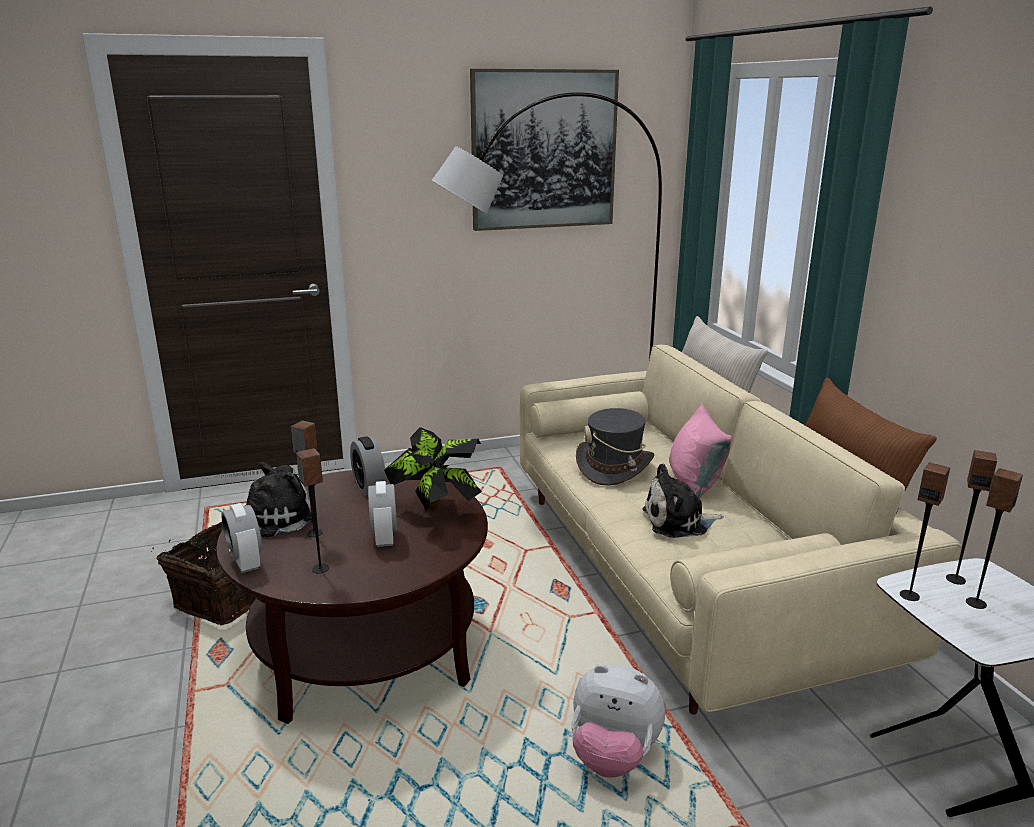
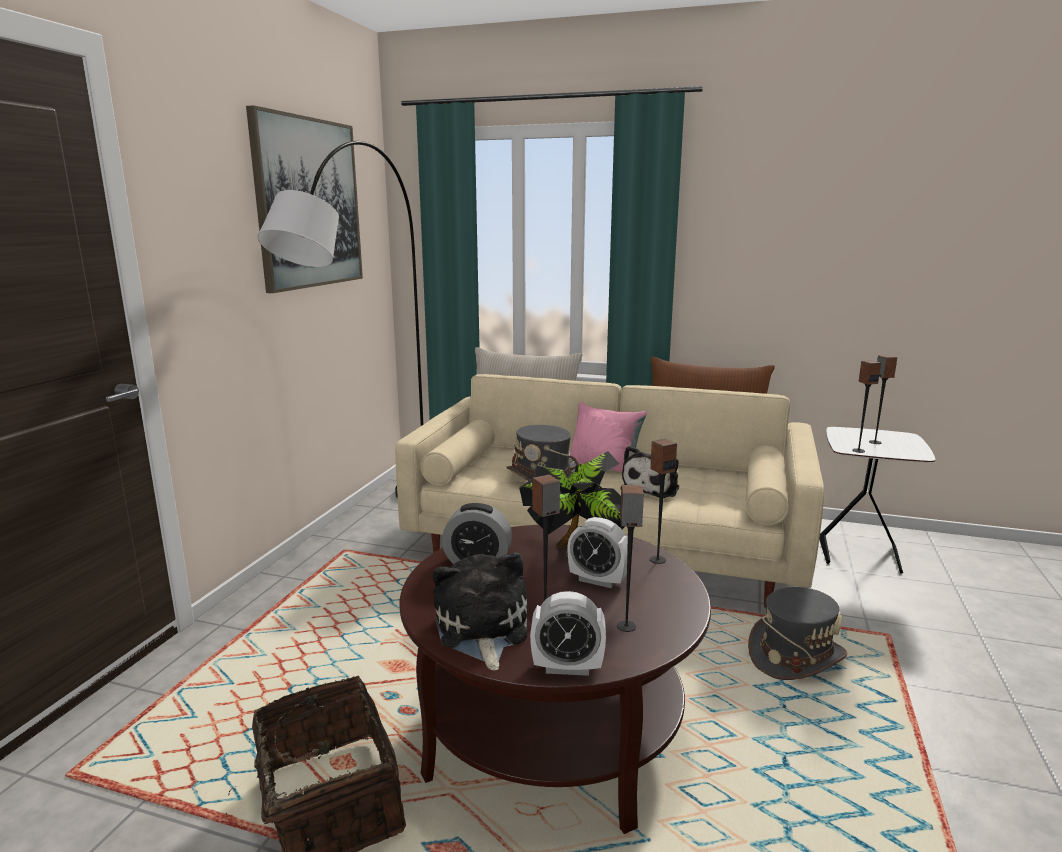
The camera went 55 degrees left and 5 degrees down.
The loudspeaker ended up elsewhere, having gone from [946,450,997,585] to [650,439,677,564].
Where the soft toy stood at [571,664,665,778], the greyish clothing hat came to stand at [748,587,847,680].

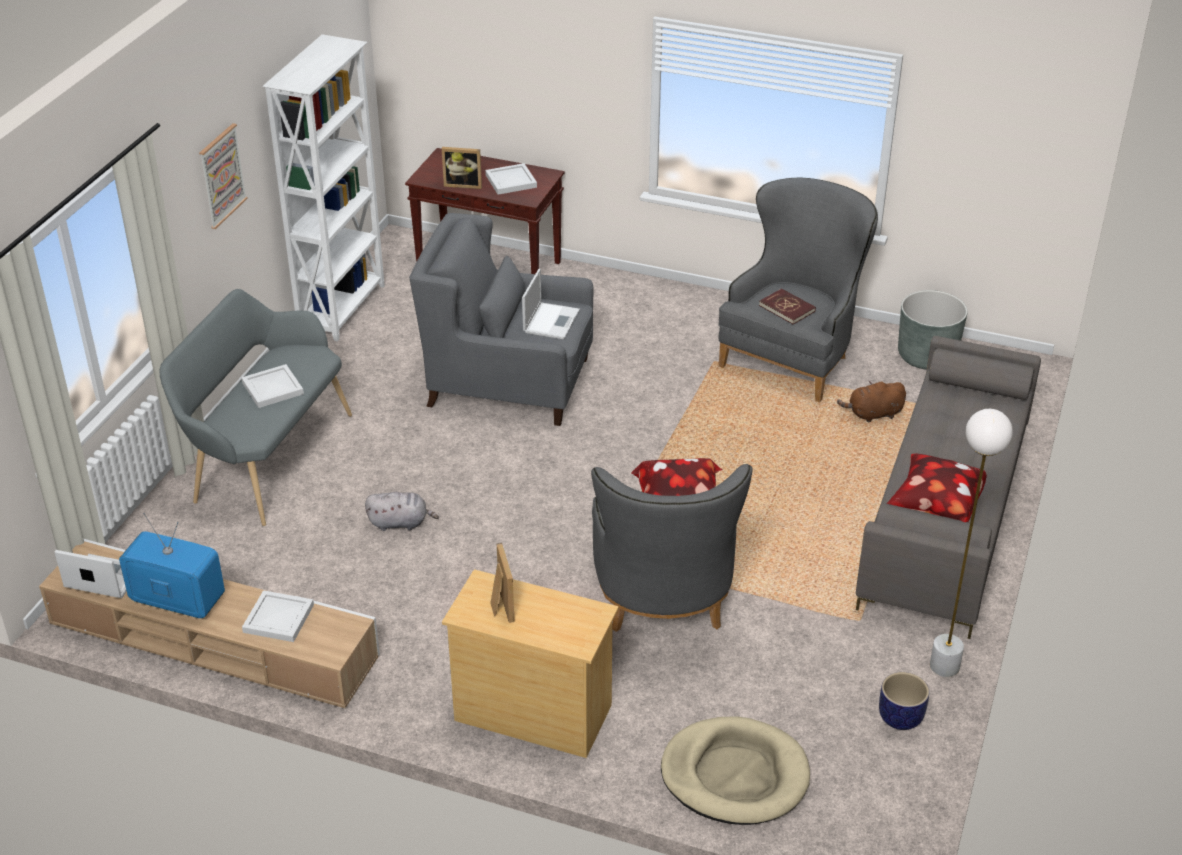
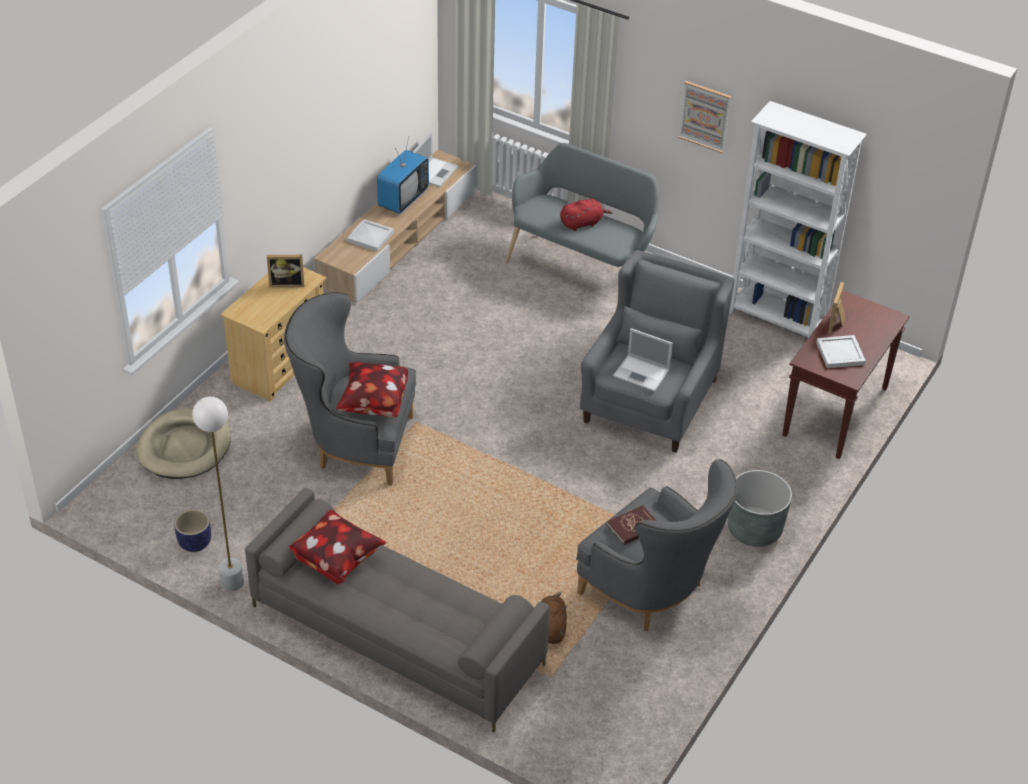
The camera went 100 degrees right and 5 degrees up.
The greyish plant pot ended up elsewhere, having gone from [898,290,967,370] to [728,470,792,547].
Where the whitish tray stood at [241,364,304,408], the red-coloured soft toy came to stand at [560,199,613,231].
The second view lost the greyish soft toy at [365,492,439,531].

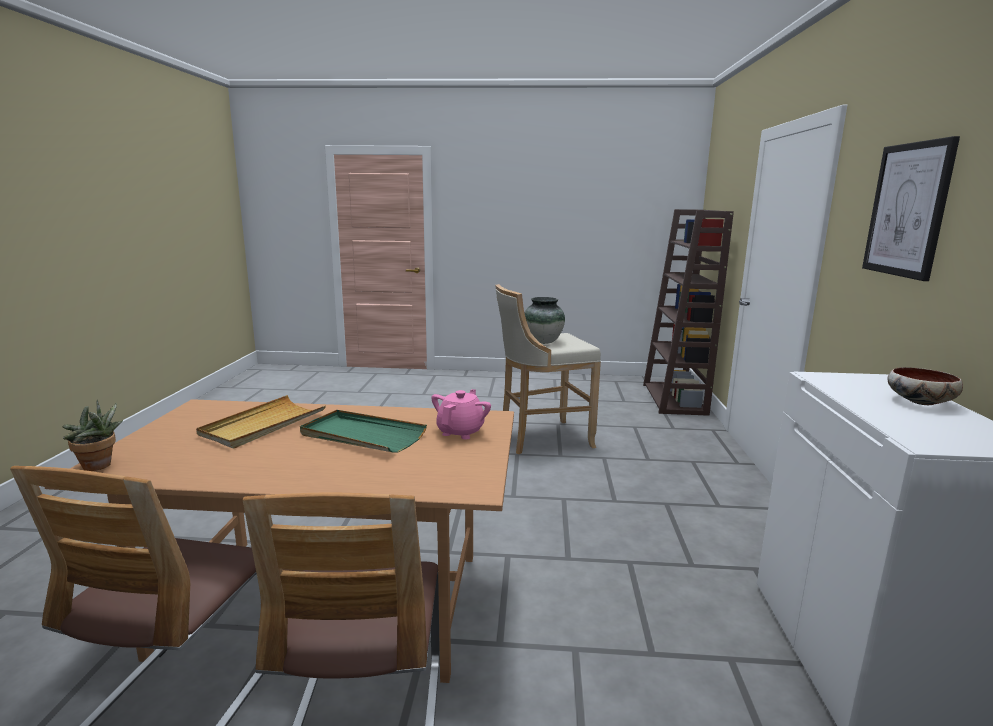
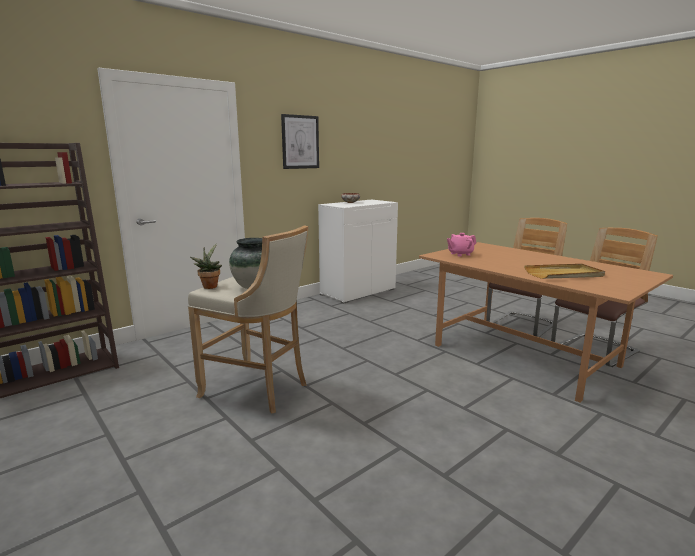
The camera went 135 degrees left and 0 degrees up.
The plant in a pot ended up elsewhere, having gone from [62,400,123,471] to [190,244,222,289].
The second view lost the green-coloured tray at [300,410,427,452].

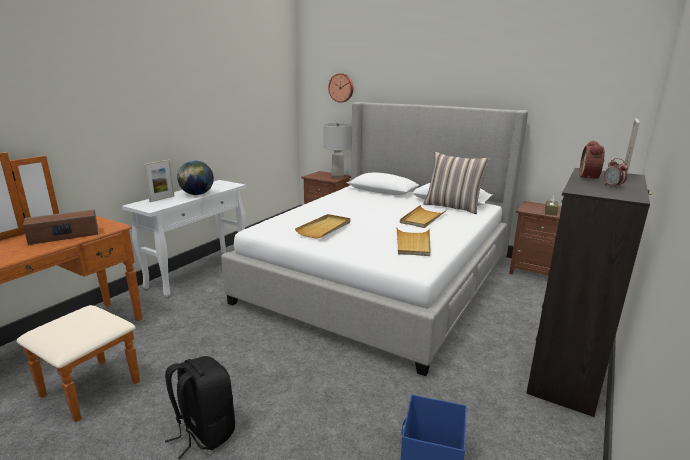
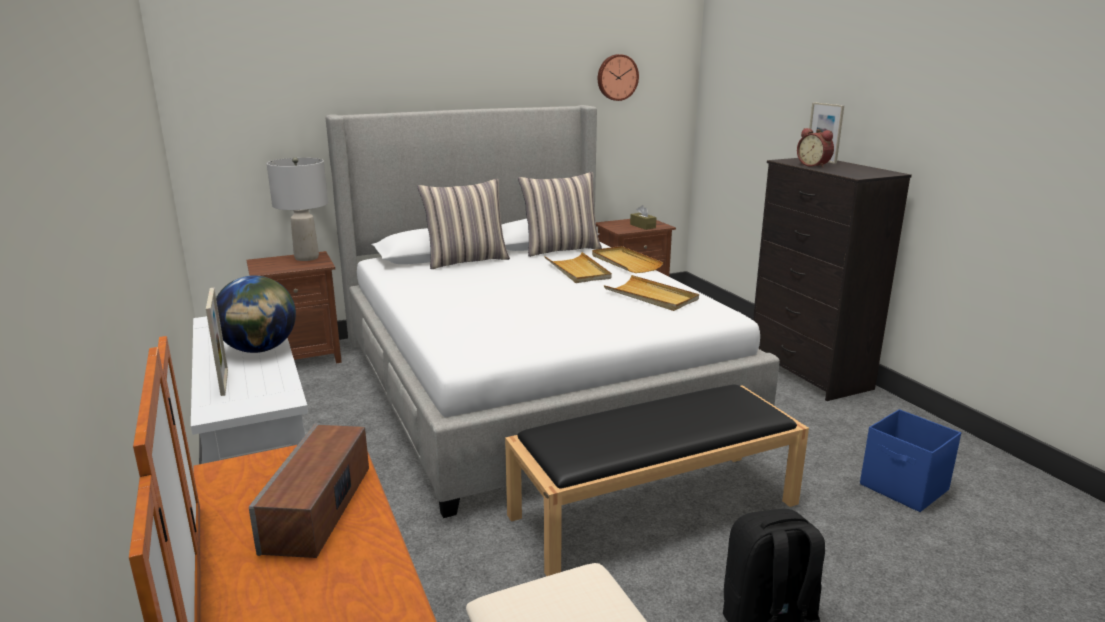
The camera went 55 degrees left and 0 degrees up.
The hanging clock ended up elsewhere, having gone from [328,73,353,103] to [598,54,639,101].
The second view lost the bedside clock at [604,158,628,188].
The beige tray ended up elsewhere, having gone from [295,214,350,239] to [592,246,664,273].
The second view gained the throw pillow at [417,179,510,269].
The second view gained the black long seat at [505,384,809,576].

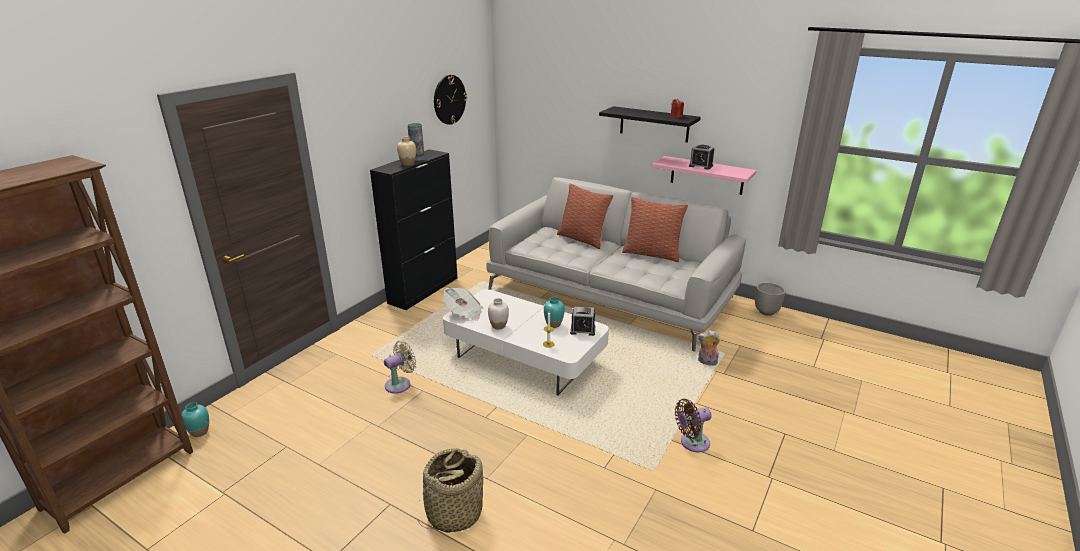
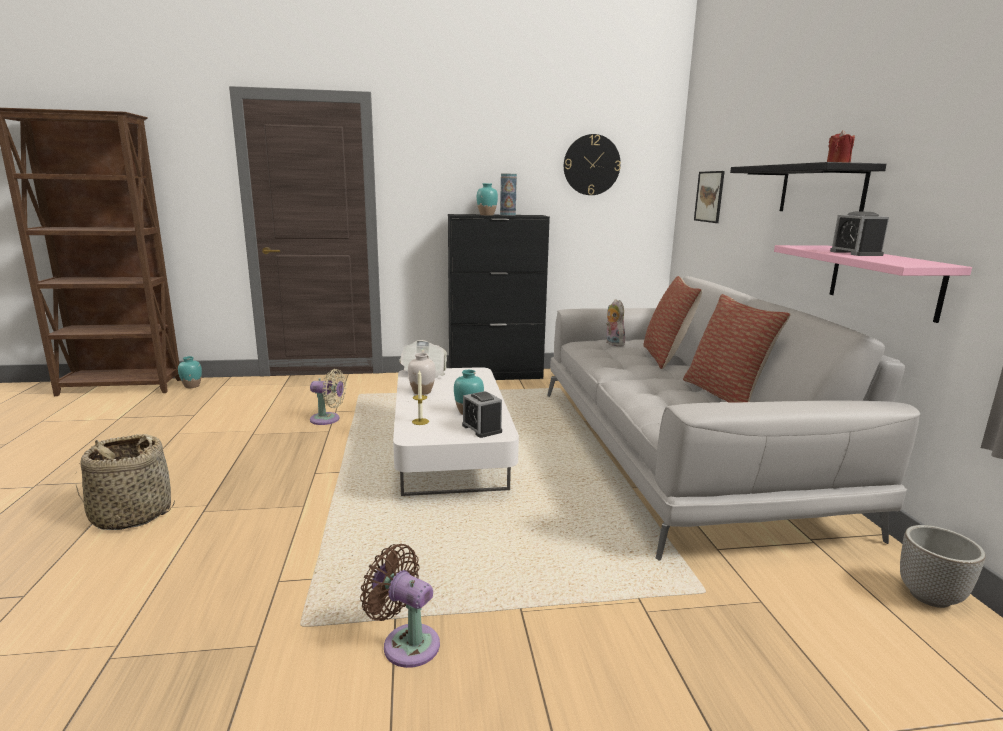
The camera went 50 degrees right and 10 degrees down.
What was the beige vase at [397,137,416,166] turned into the turquoise vase at [477,183,498,215].
The soft toy ended up elsewhere, having gone from [698,330,720,366] to [606,299,625,346].
The second view gained the wall picture at [694,171,725,223].

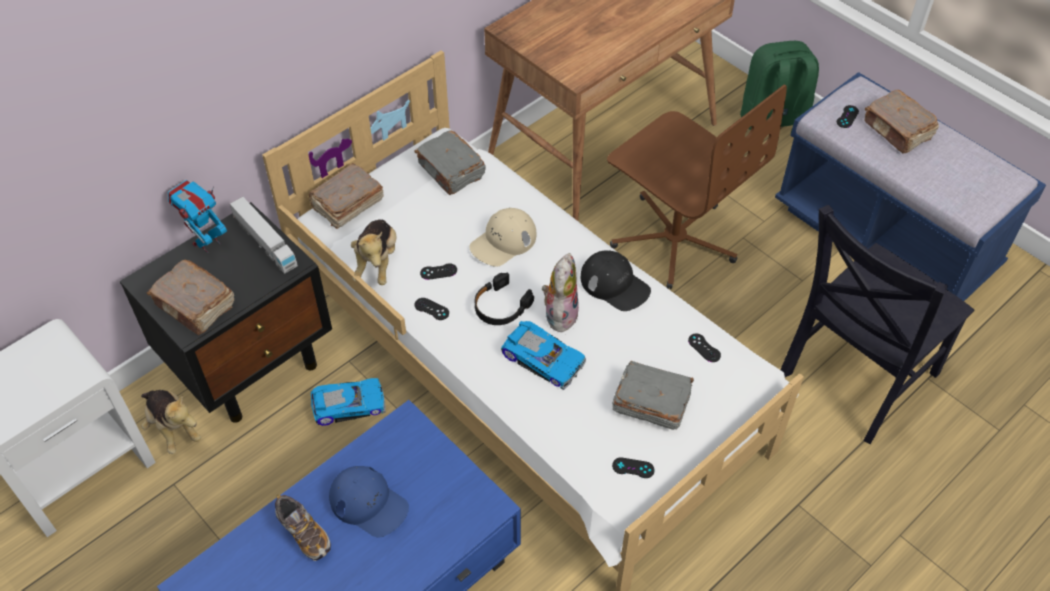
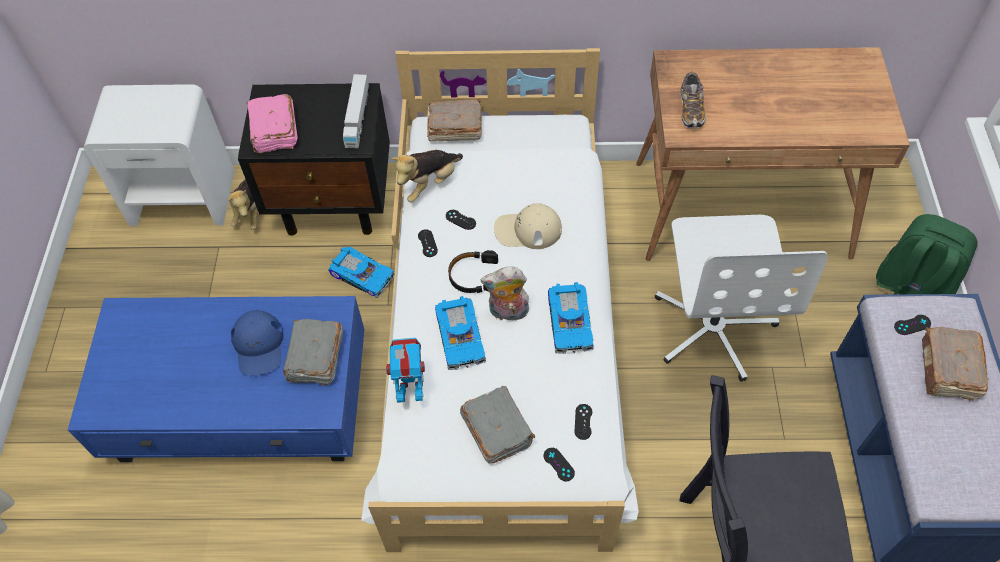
The camera went 45 degrees right and 5 degrees up.
What was the brownish office chair at [607,84,787,289] turned into the whitish office chair at [655,215,828,382].
The greyish volume ended up elsewhere, having gone from [414,130,486,195] to [283,319,343,386].
The toy robot ended up elsewhere, having gone from [168,180,227,253] to [386,338,425,403].
Where the black baseball cap stood at [581,250,651,311], the model car came to stand at [548,282,594,354].
The soft toy at [542,253,579,332] ended up facing another way, 150 degrees counterclockwise from before.
What was the brownish volume at [146,259,234,335] turned into the pink-coloured volume at [246,94,297,153].
The black game controller ended up elsewhere, having gone from [612,457,655,478] to [544,448,575,481].
The shoe ended up elsewhere, having gone from [275,494,331,561] to [681,71,706,129].

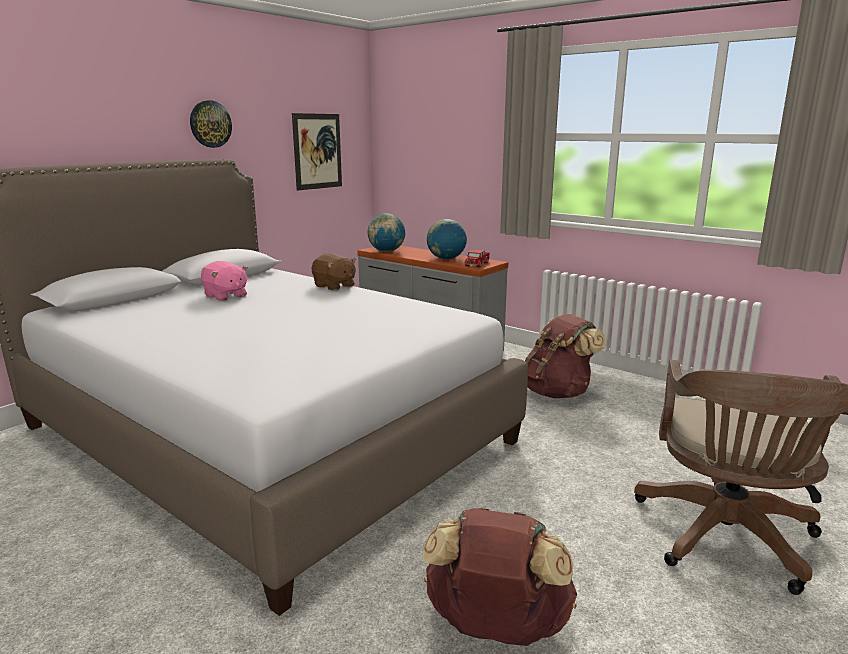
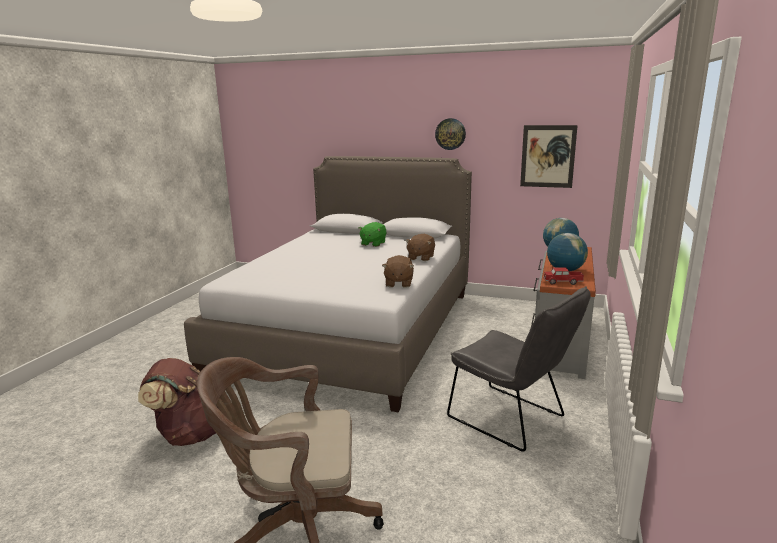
The camera went 70 degrees right and 0 degrees up.
What was the pink-coloured soft toy at [201,261,248,301] turned into the green-coloured soft toy at [359,222,387,247].
Where the brownish backpack stood at [525,314,607,398], the greyish plain chair came to stand at [447,286,591,452].
The second view gained the brownish soft toy at [382,255,414,287].

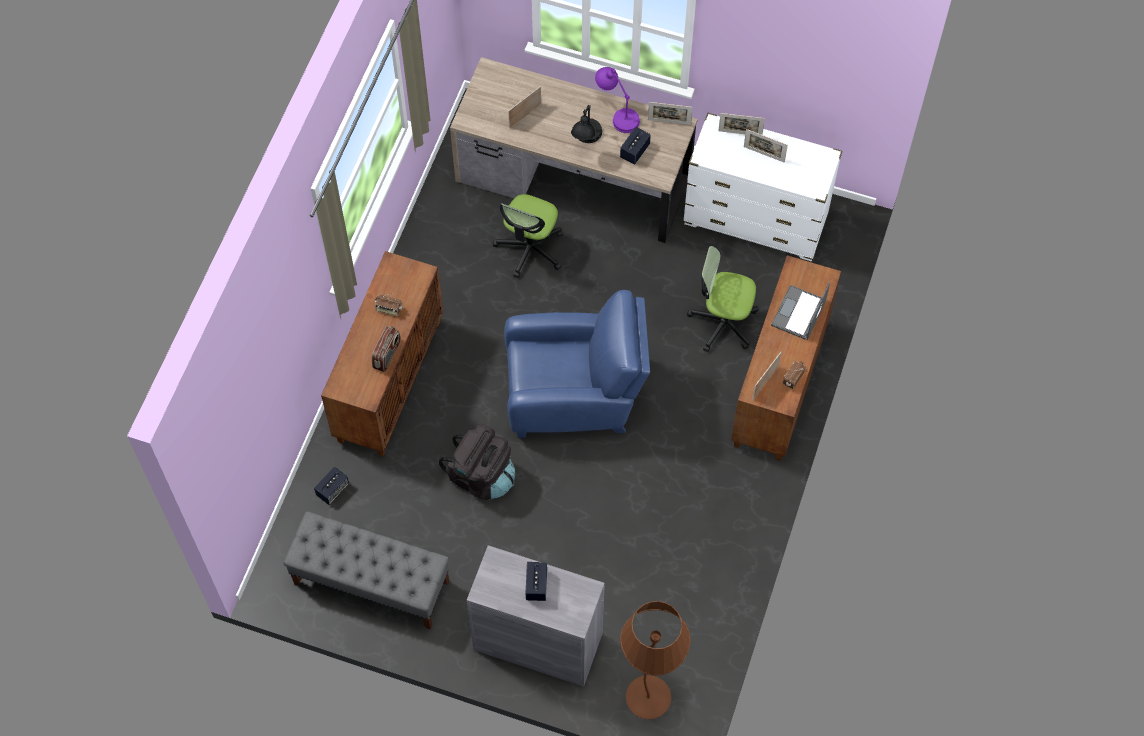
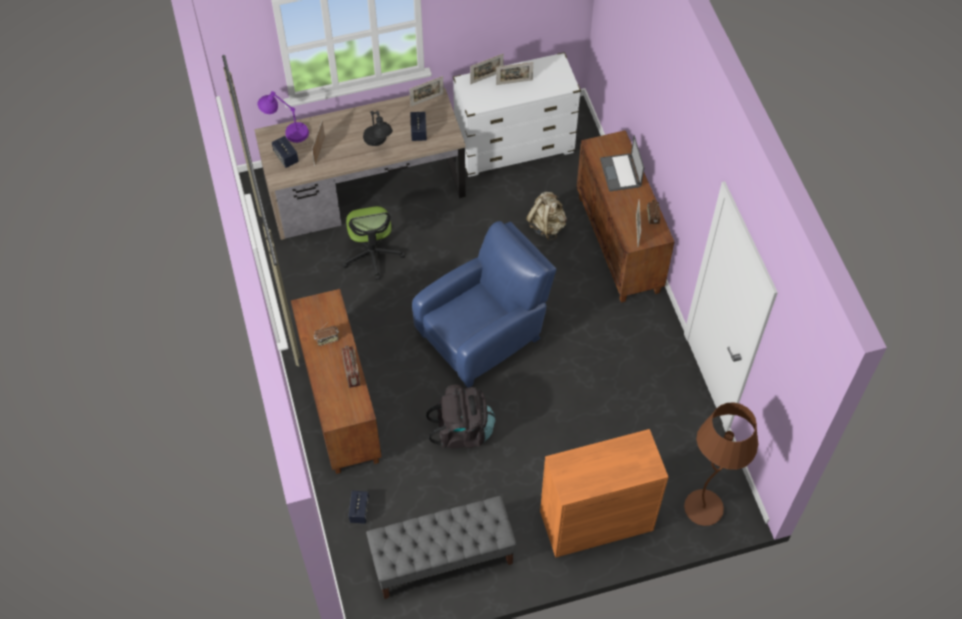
The camera went 35 degrees left and 5 degrees down.
The purplish table lamp ended up elsewhere, having gone from [595,67,640,133] to [258,91,309,143].
Where the office chair stood at [687,246,758,352], the beige backpack came to stand at [526,192,567,240].
What was the greyish storage cabinet at [467,545,605,687] turned into the orange storage cabinet at [540,429,668,558].
The loudspeaker ended up elsewhere, having gone from [526,562,547,601] to [272,136,299,168].

